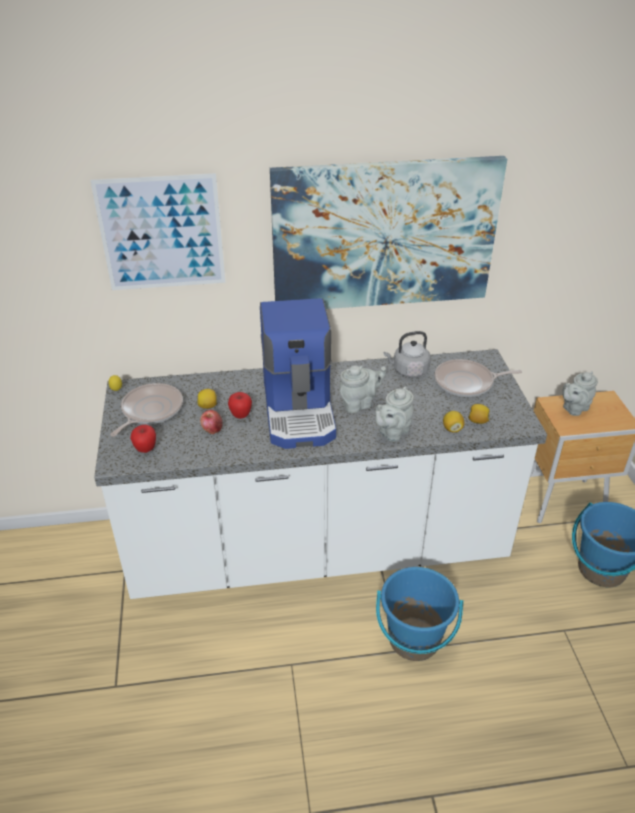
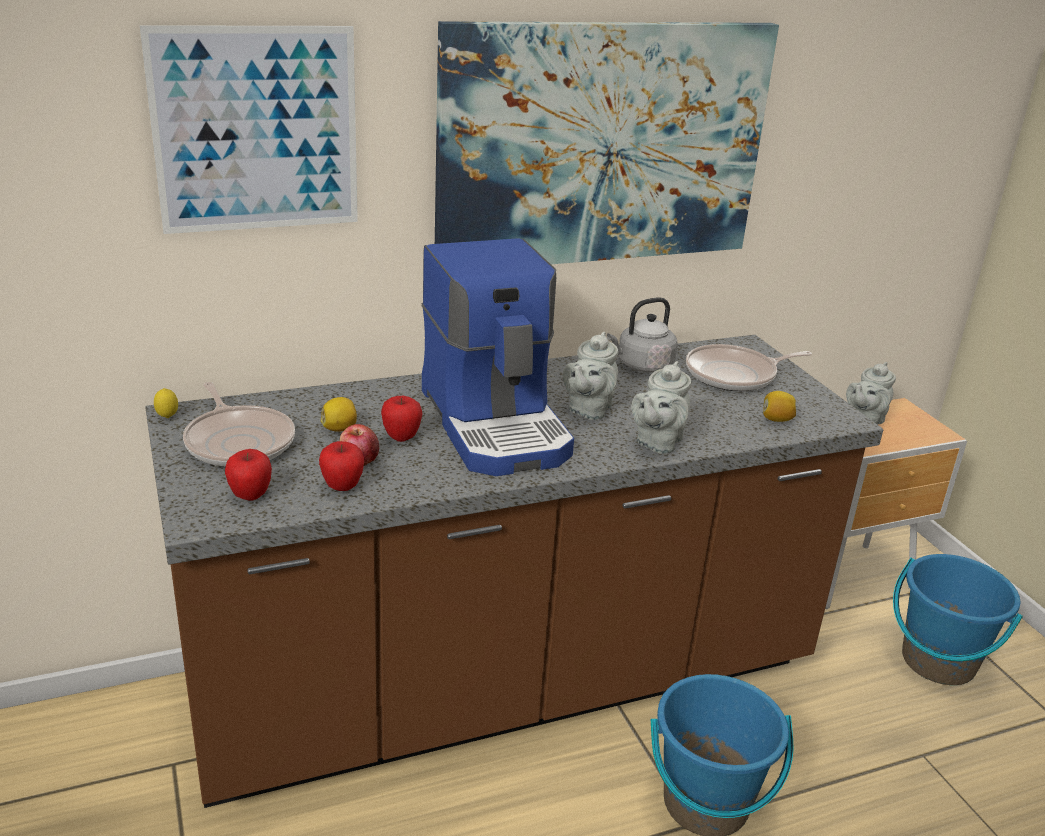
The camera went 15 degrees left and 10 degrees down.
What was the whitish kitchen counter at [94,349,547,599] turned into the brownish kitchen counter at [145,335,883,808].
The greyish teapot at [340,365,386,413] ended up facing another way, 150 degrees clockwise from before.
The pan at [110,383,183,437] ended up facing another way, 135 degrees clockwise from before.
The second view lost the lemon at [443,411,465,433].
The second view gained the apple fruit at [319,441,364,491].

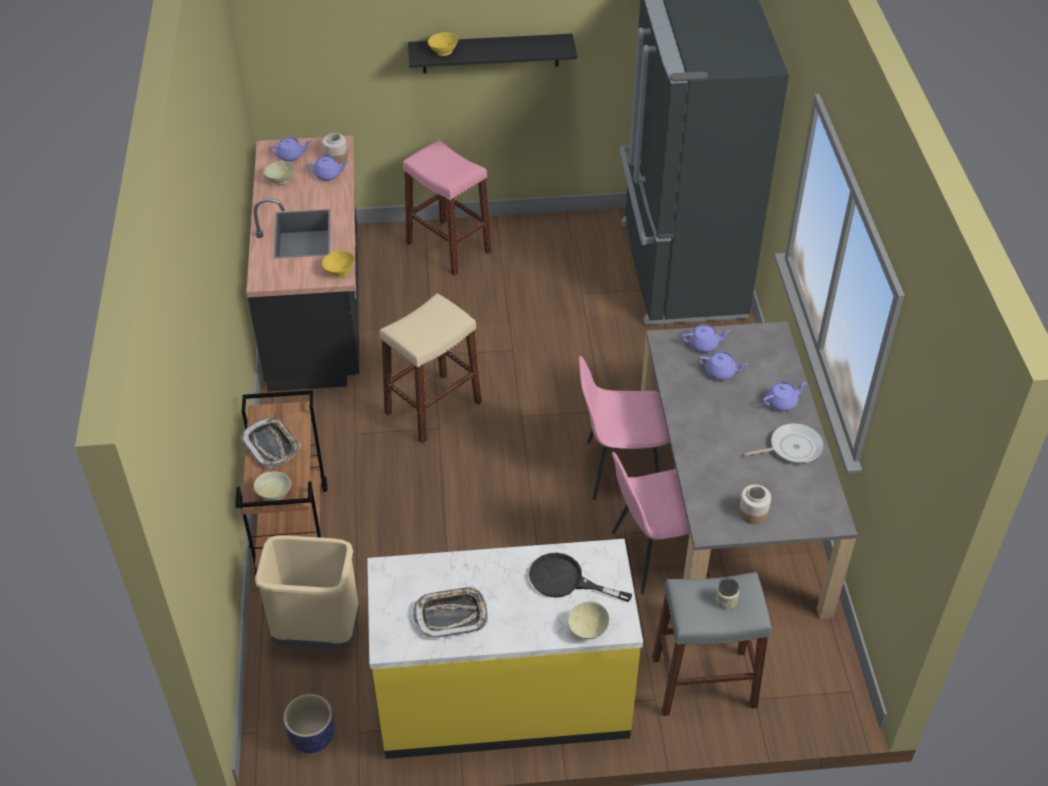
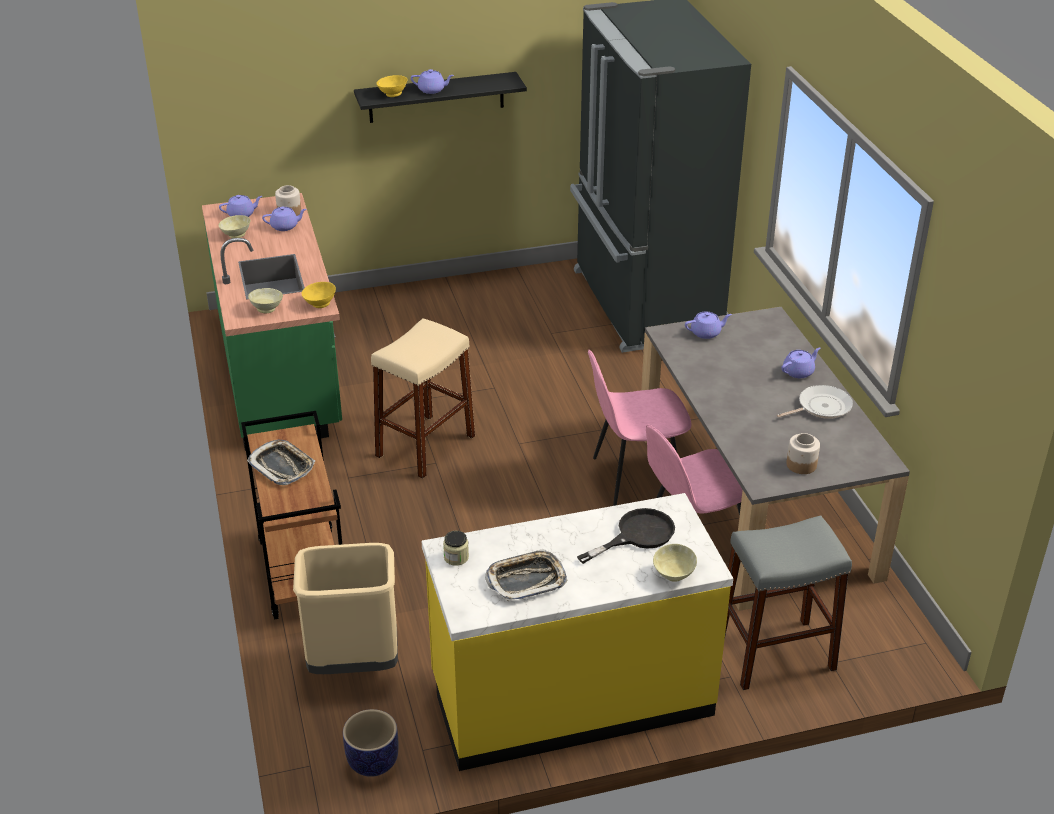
The camera went 10 degrees left and 10 degrees down.
What was the black kitchen counter at [246,136,359,392] turned into the green-coloured kitchen counter at [202,193,342,451].
The second view lost the pink-coloured stool seat at [403,140,492,276].
The purplish teapot ended up elsewhere, having gone from [699,351,748,380] to [411,69,454,94].
The beige serving bowl ended up elsewhere, having gone from [254,471,291,501] to [248,288,283,313].
The black pan at [529,553,632,602] ended up facing another way, 135 degrees clockwise from before.
The jar ended up elsewhere, having gone from [715,578,740,609] to [443,531,469,566].

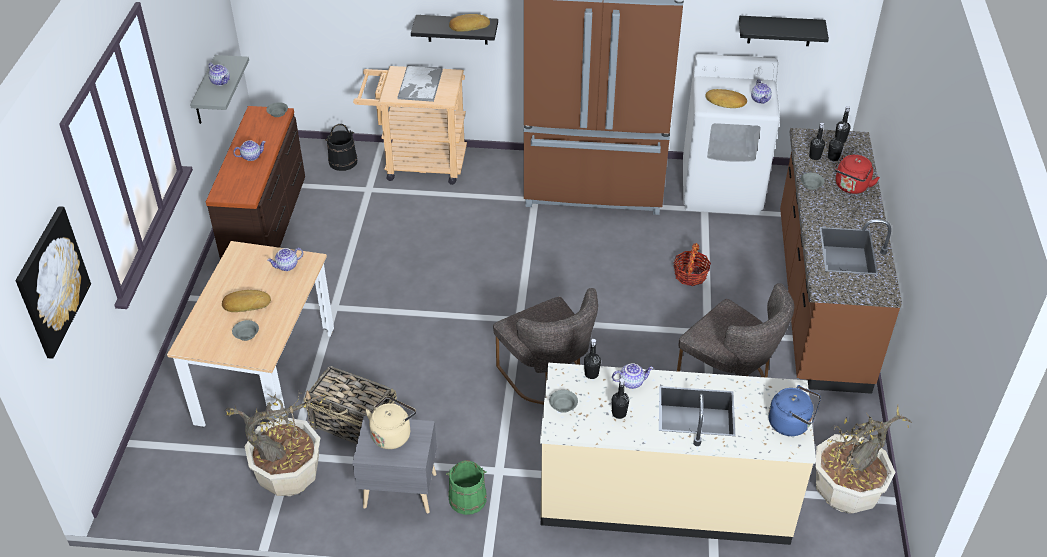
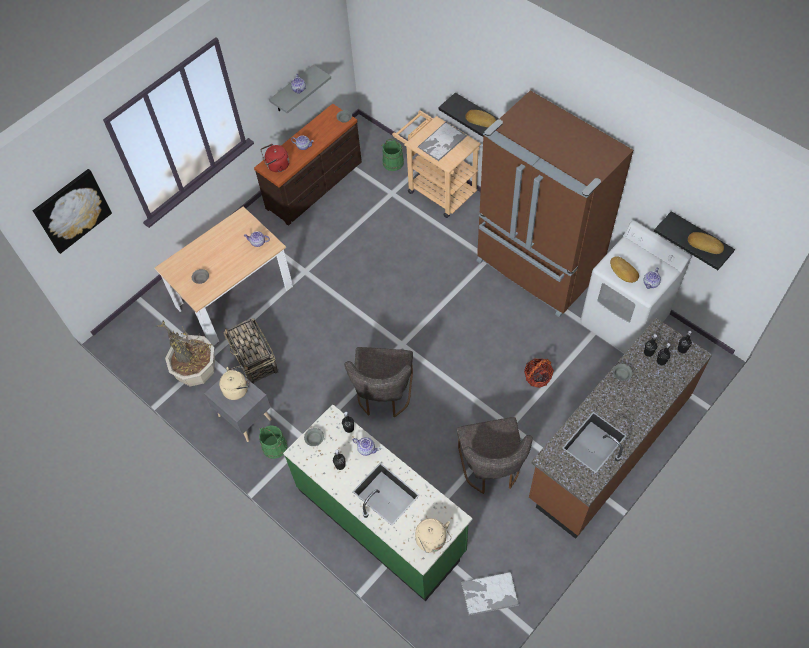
The camera went 40 degrees right and 15 degrees up.
What was the black water bucket at [325,124,357,171] turned into the green-coloured water bucket at [381,139,404,171].
The red-coloured kettle ended up elsewhere, having gone from [834,155,880,194] to [261,144,289,172].
The bakery bread ended up elsewhere, having gone from [222,290,271,312] to [688,232,724,254].
What was the beige kitchen counter at [540,363,816,545] turned into the green-coloured kitchen counter at [283,404,473,601].
What was the bluish kettle at [768,385,821,436] turned into the beige kettle at [415,518,451,553].
Where the plant in a pot stood at [816,404,912,513], the tray came to stand at [461,572,519,615].

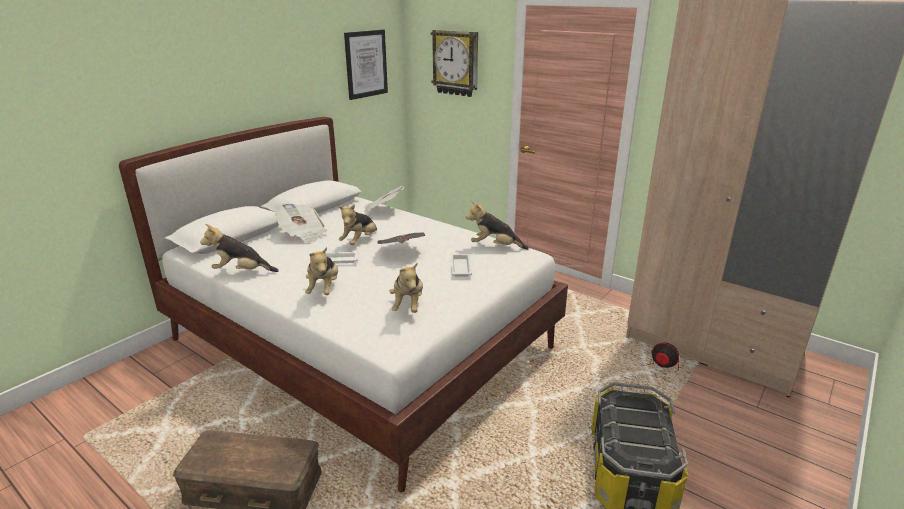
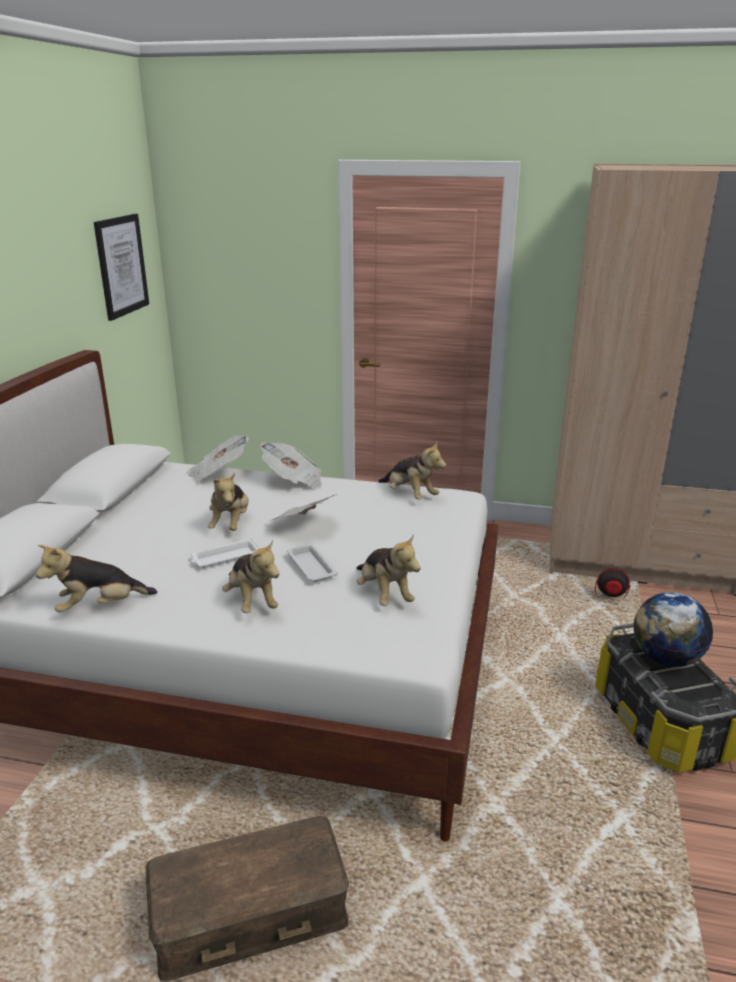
The camera went 25 degrees left and 0 degrees up.
The second view lost the hanging clock at [431,30,478,97].
The soft toy at [466,201,529,250] ended up facing another way, 120 degrees counterclockwise from before.
The daily paper ended up elsewhere, having gone from [275,203,327,243] to [260,442,322,488].
The whitish tray ended up elsewhere, having gone from [451,254,472,277] to [287,543,338,582].
The second view gained the world globe at [634,592,713,667].

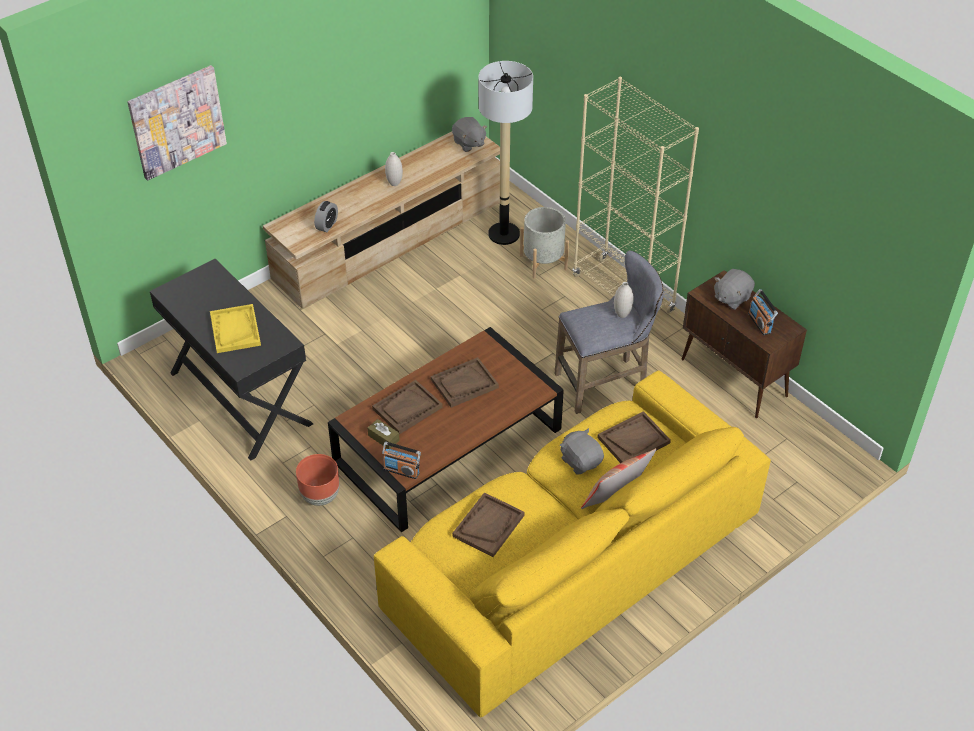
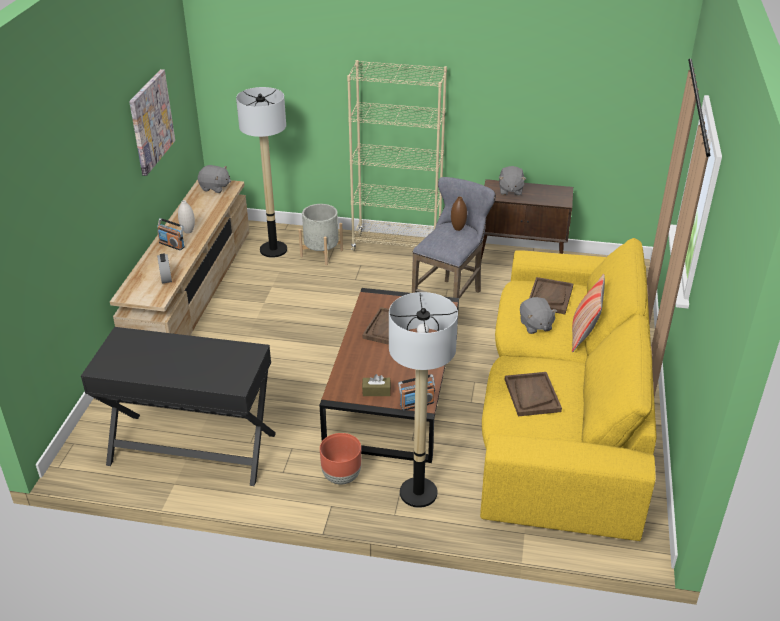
The camera went 40 degrees left and 10 degrees down.
The wall picture ended up elsewhere, having gone from [127,65,227,181] to [129,69,175,176].
What was the whitish vase at [614,282,634,318] turned into the brownish vase at [451,196,467,231].
The radio receiver ended up elsewhere, having gone from [748,289,778,335] to [157,218,185,250].
The second view lost the yellow-coloured tray at [210,304,261,353].
The second view lost the brownish tray at [372,380,443,434].
The greyish soft toy at [560,428,604,475] ended up facing another way, 120 degrees counterclockwise from before.
The second view gained the floor lamp at [389,292,458,508].

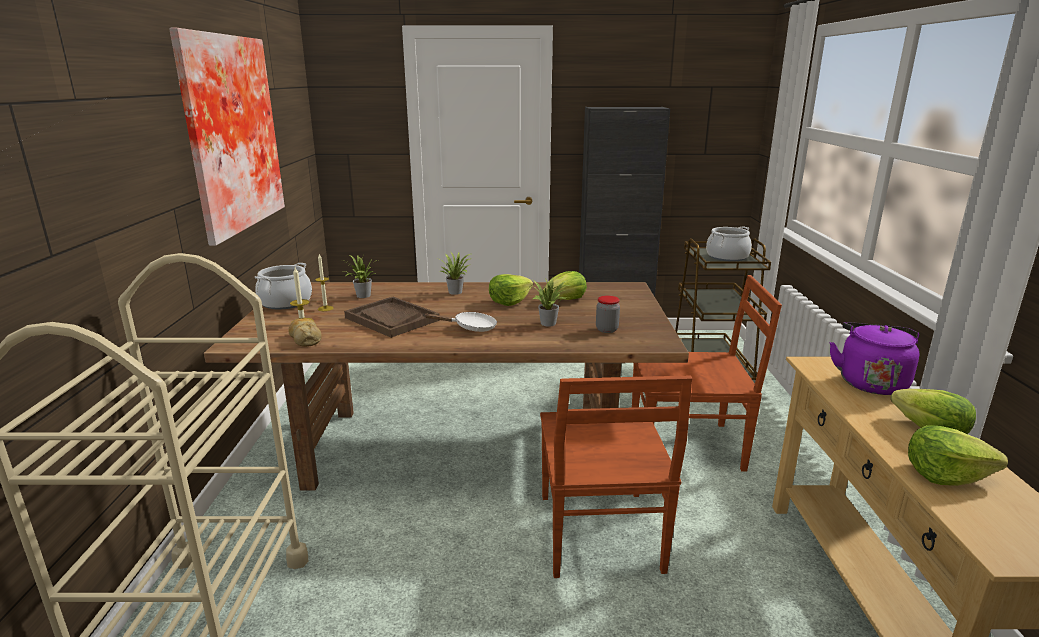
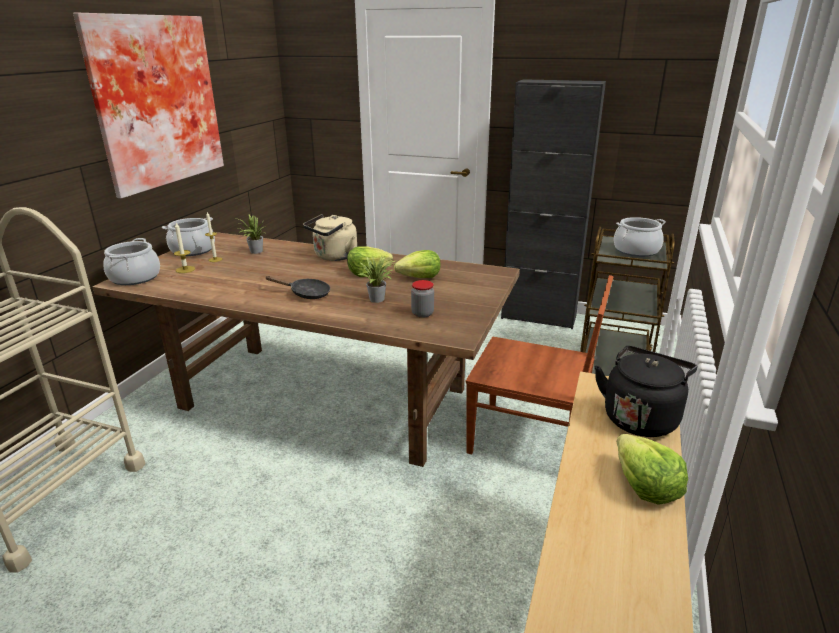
The camera went 20 degrees right and 5 degrees up.
Where the plant in a pot stood at [438,253,472,295], the beige kettle came to stand at [303,214,357,261].
The second view lost the brownish tray at [344,297,440,338].
What was the whitish pan at [423,312,497,332] turned into the black pan at [265,276,330,299].
The second view lost the bakery bread at [288,318,322,347].
What was the purplish kettle at [829,322,919,395] turned into the black kettle at [595,346,697,437].
The second view lost the brownish plain chair at [540,376,692,578].
The second view lost the lettuce head at [908,425,1008,486].
The second view gained the saucepot at [103,238,160,285].

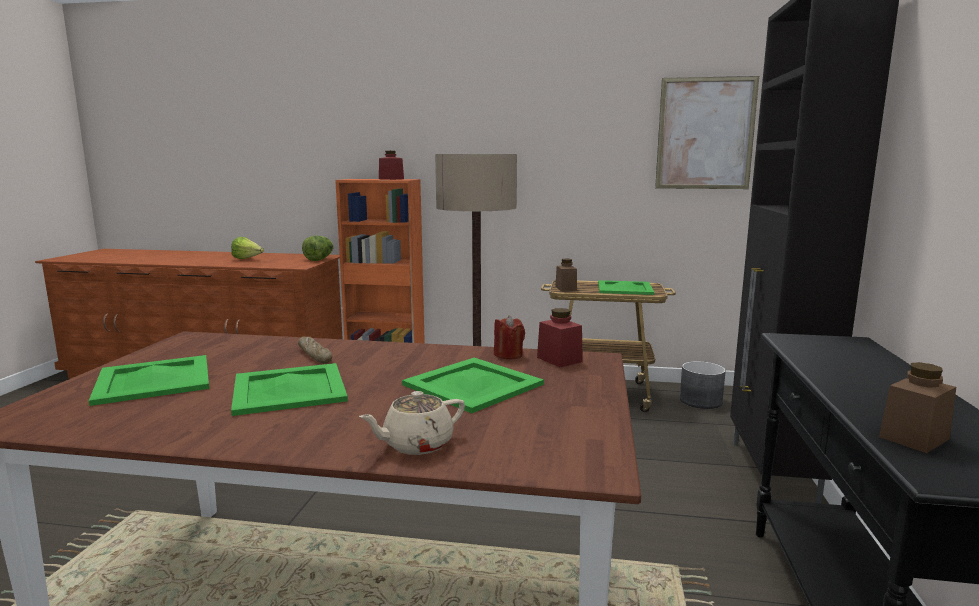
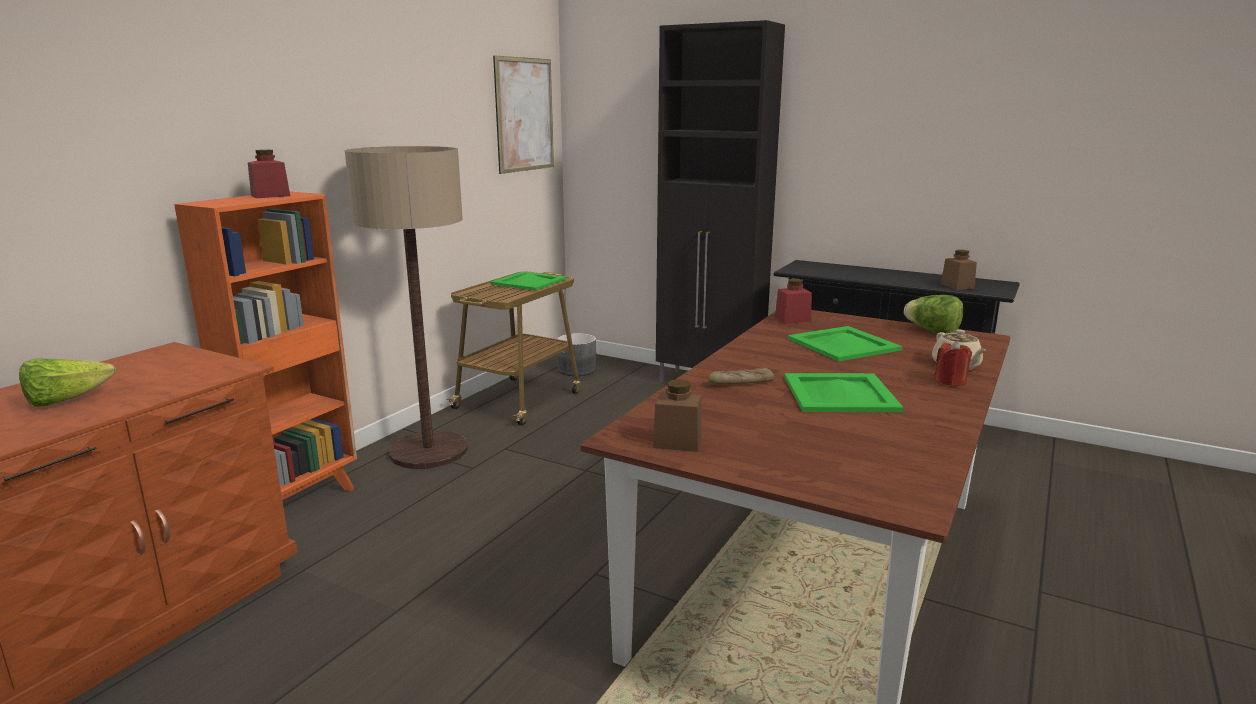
The camera went 70 degrees left and 5 degrees up.
The lettuce head ended up elsewhere, having gone from [302,236,334,261] to [904,295,963,333].
The brownish jar ended up elsewhere, having gone from [555,259,577,291] to [653,380,702,452].
The red-coloured wax candle ended up elsewhere, having gone from [494,315,525,359] to [934,341,972,386].
The second view lost the green-coloured tray at [89,355,209,406].

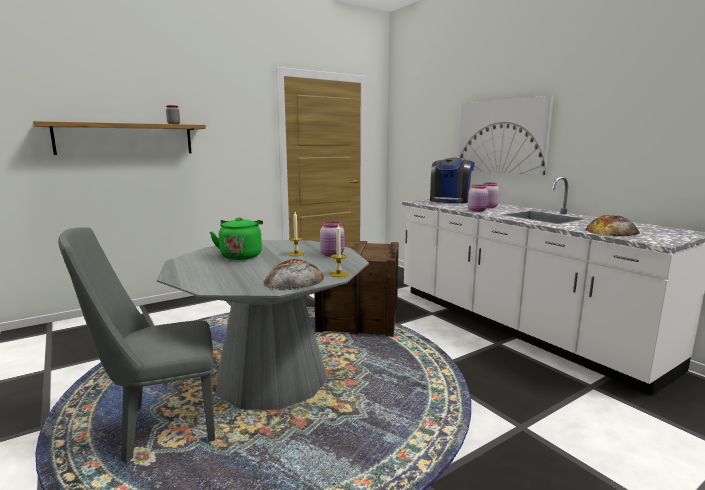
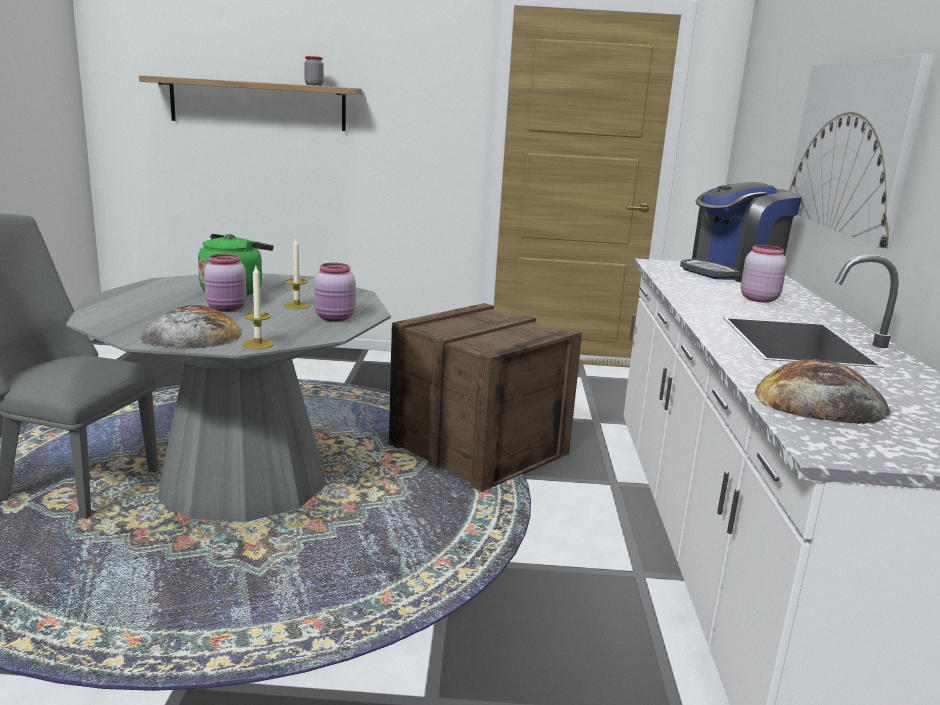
The camera went 35 degrees right and 5 degrees up.
The pink-coloured jar ended up elsewhere, having gone from [468,185,488,212] to [204,254,247,312].

